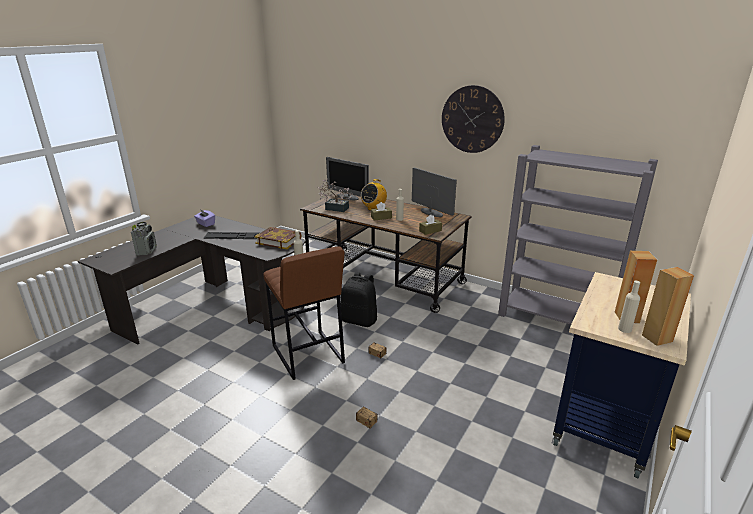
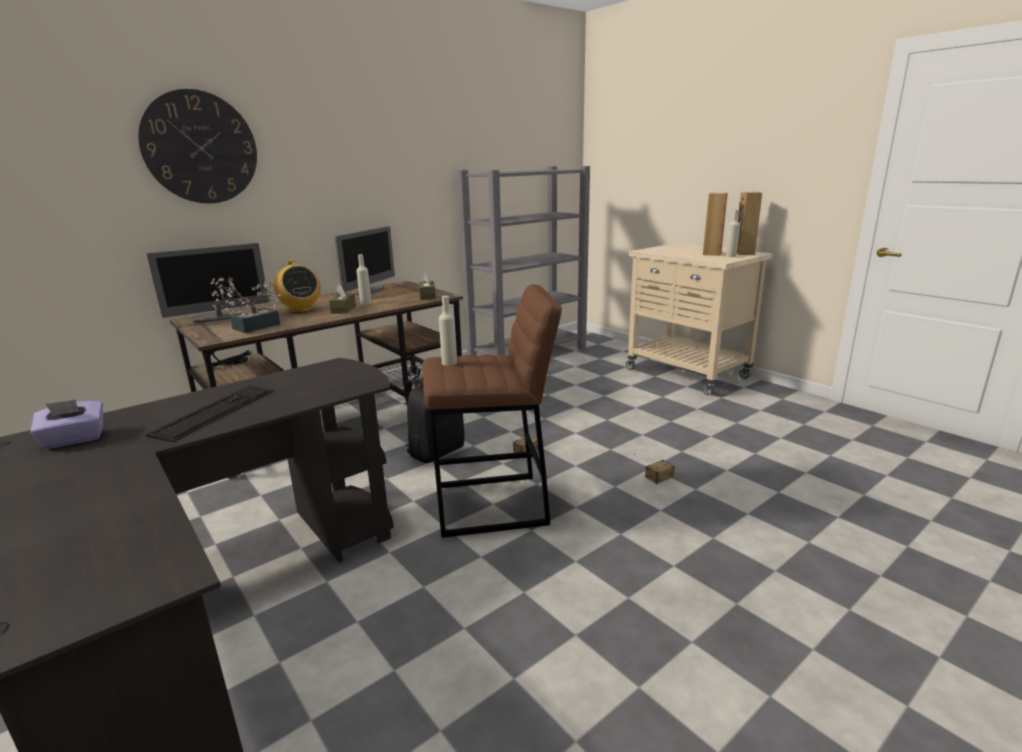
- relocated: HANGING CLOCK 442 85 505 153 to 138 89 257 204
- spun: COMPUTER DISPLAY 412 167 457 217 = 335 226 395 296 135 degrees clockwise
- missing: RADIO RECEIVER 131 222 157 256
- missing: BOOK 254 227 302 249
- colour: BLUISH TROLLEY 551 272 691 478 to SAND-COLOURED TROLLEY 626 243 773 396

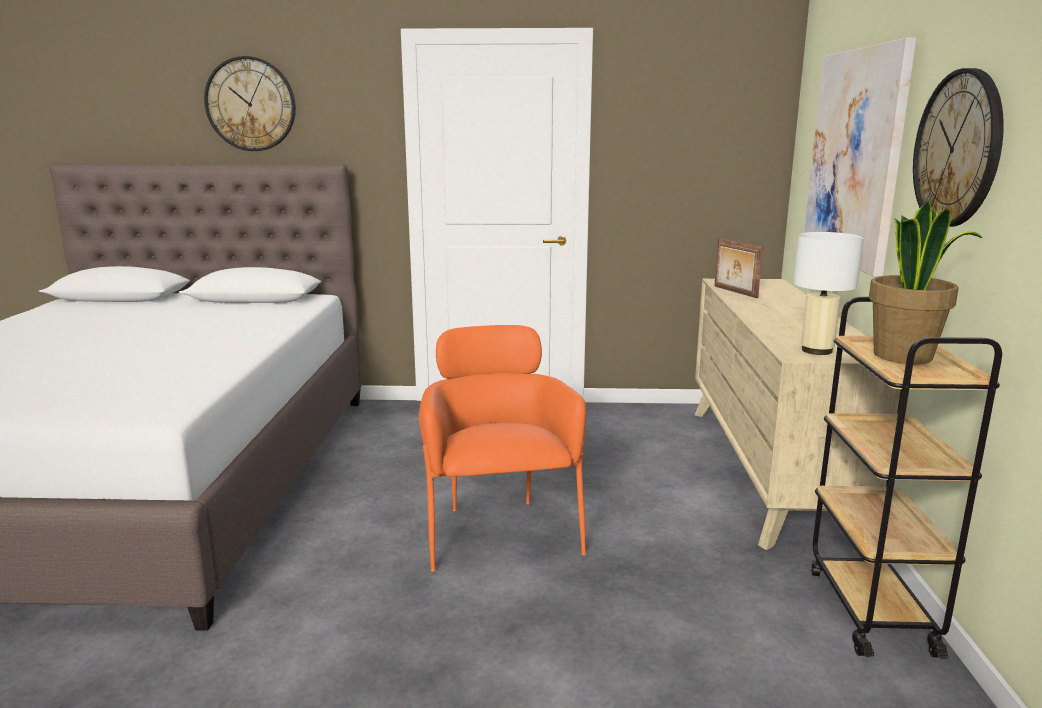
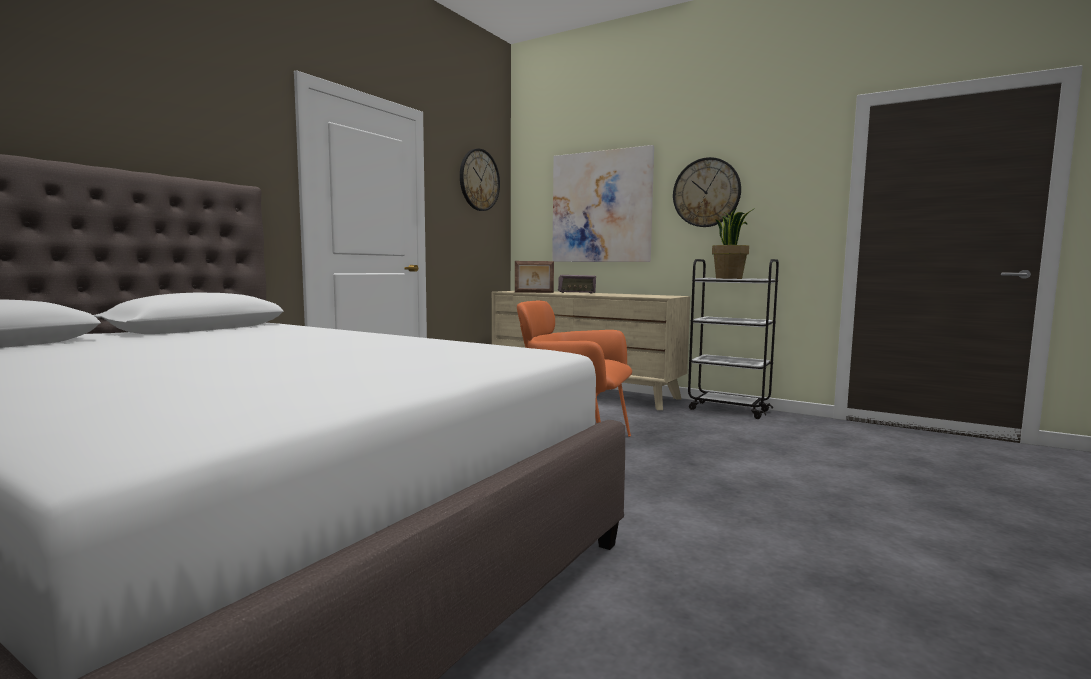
- relocated: HANGING CLOCK 204 56 296 151 to 460 149 500 211
- missing: WHITE-COLOURED TABLETOP LAMP 793 232 864 355
- colour: BROWNISH TROLLEY 811 297 1002 659 to WHITE-COLOURED TROLLEY 688 259 779 419
- appeared: RADIO RECEIVER 558 275 596 293

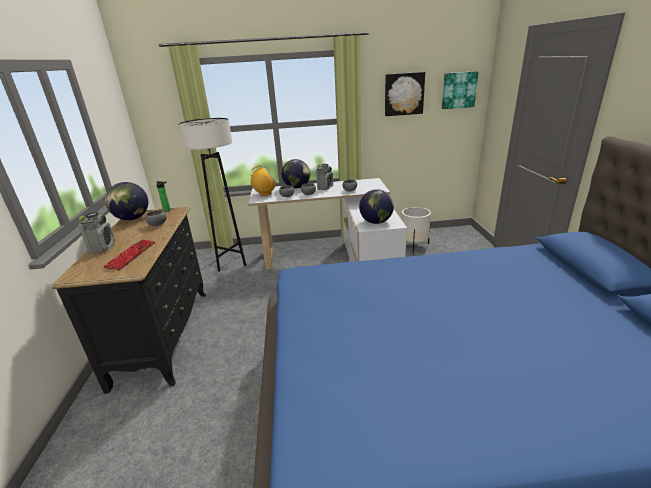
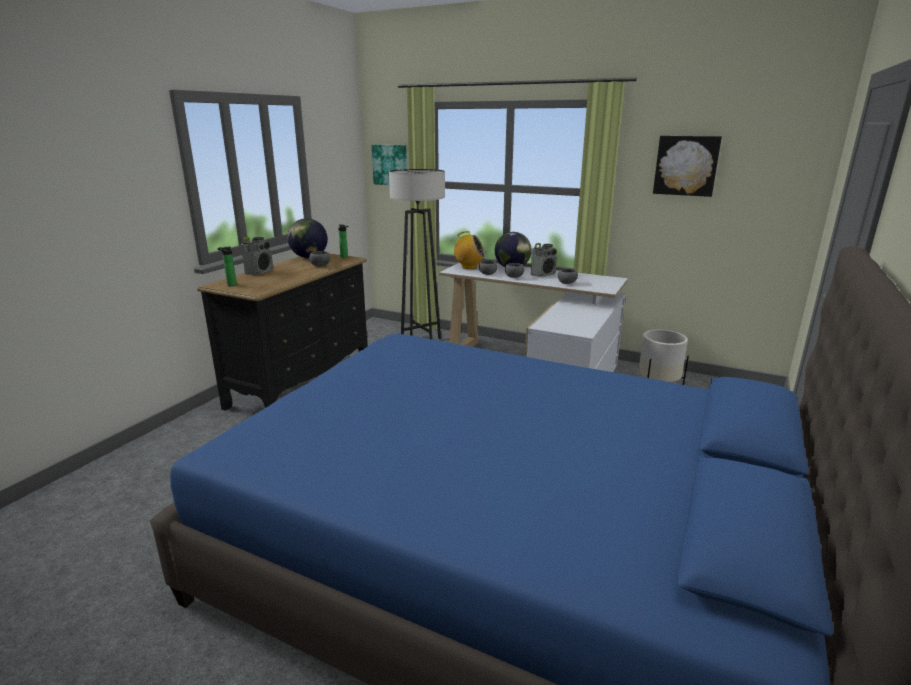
- relocated: WALL PICTURE 442 71 479 109 to 372 145 407 185
- missing: WORLD GLOBE 359 189 394 224
- missing: KEYBOARD 103 240 155 270
- appeared: BOTTLE 217 247 237 286

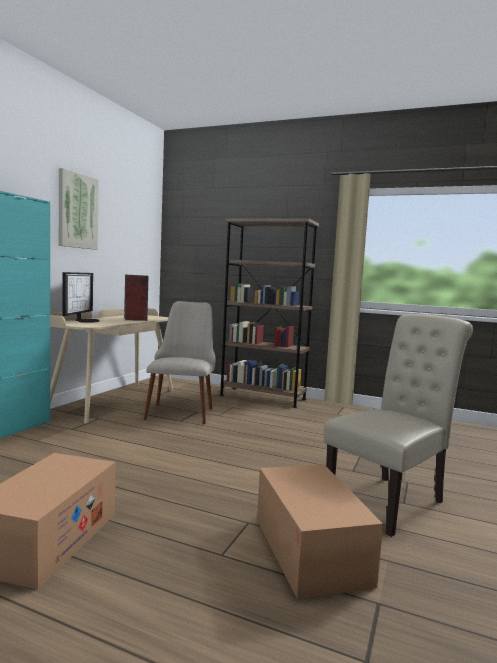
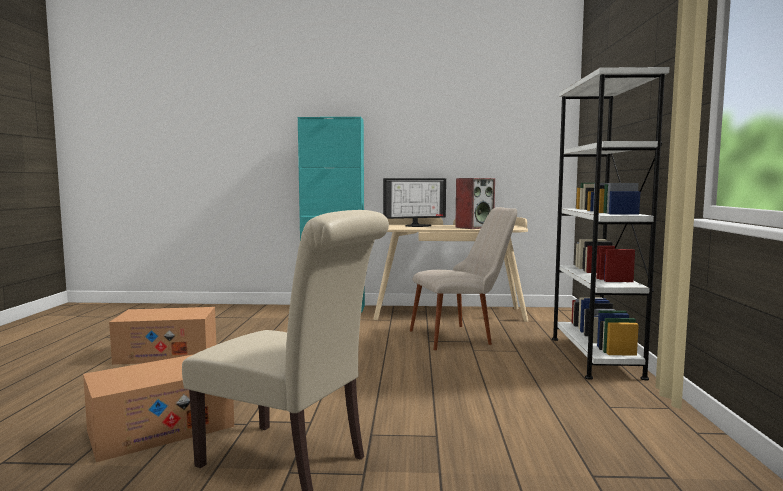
- missing: WALL PICTURE 59 168 99 250
- colour: BROWNISH BOOKCASE 219 218 319 408 to WHITE-COLOURED BOOKCASE 552 67 669 380

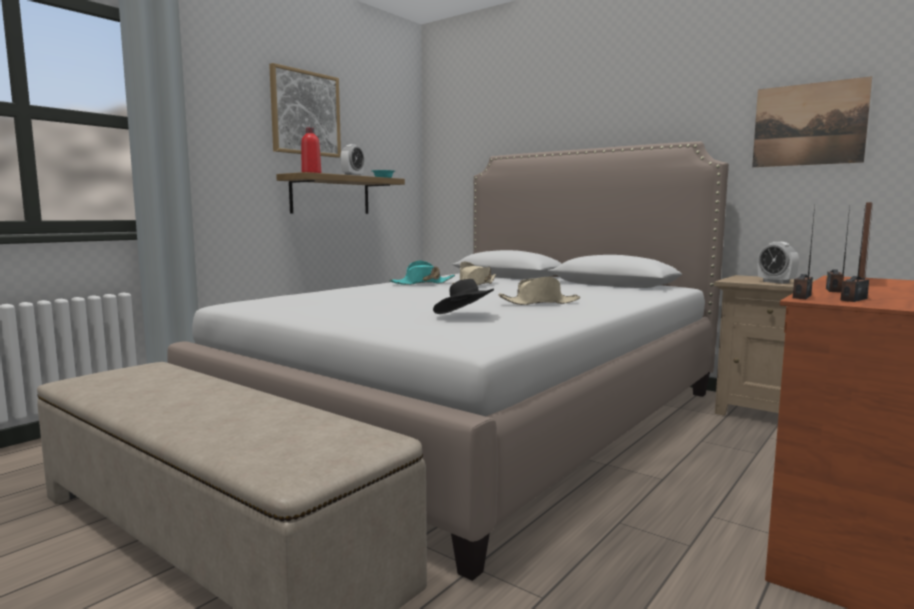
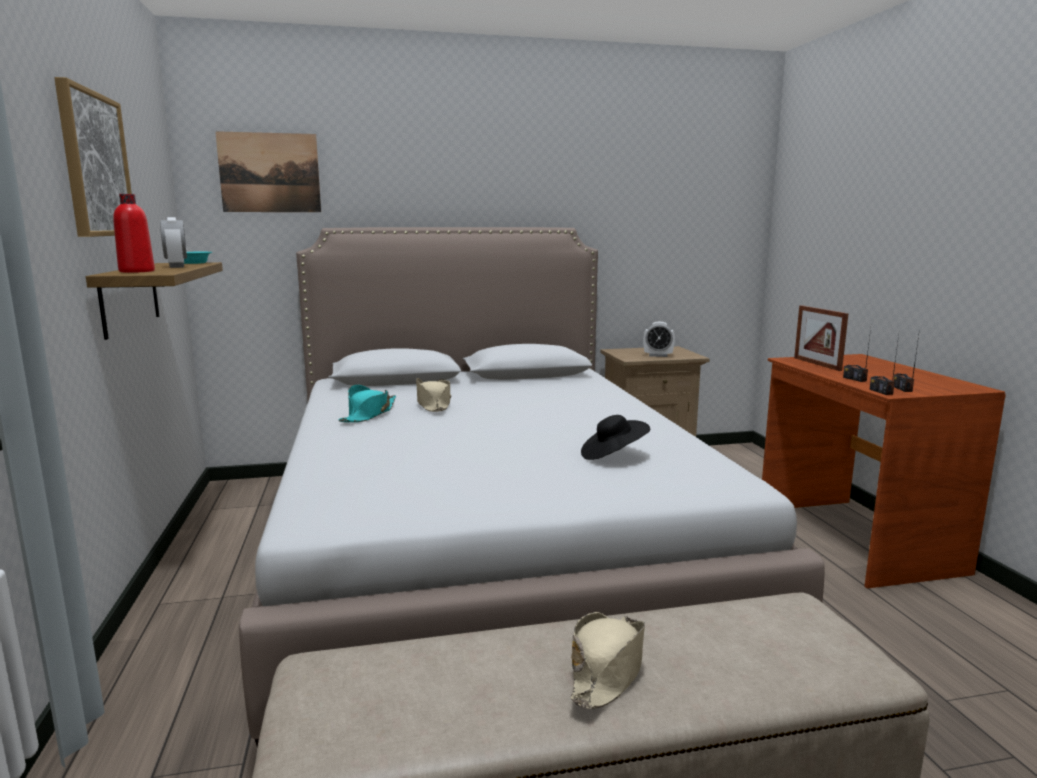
- relocated: WALL PICTURE 752 76 872 167 to 215 131 321 212
- relocated: SAND-COLOURED CLOTHING HAT 498 277 580 305 to 571 612 645 709

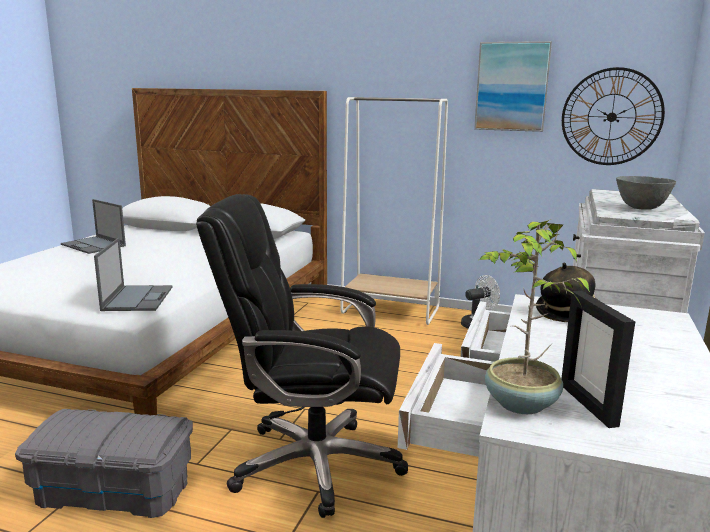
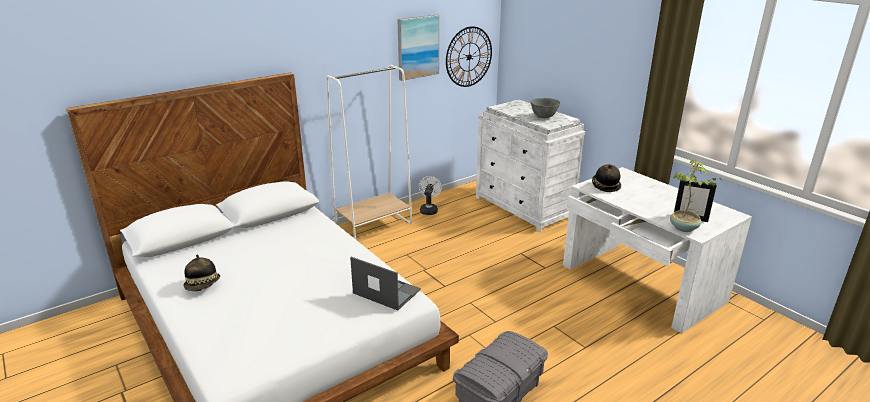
- missing: BLACKISH COMPUTER CHAIR 196 194 408 518
- exchanged: NOTEBOOK COMPUTER 61 199 126 254 to CLOTHING HAT 184 254 220 291

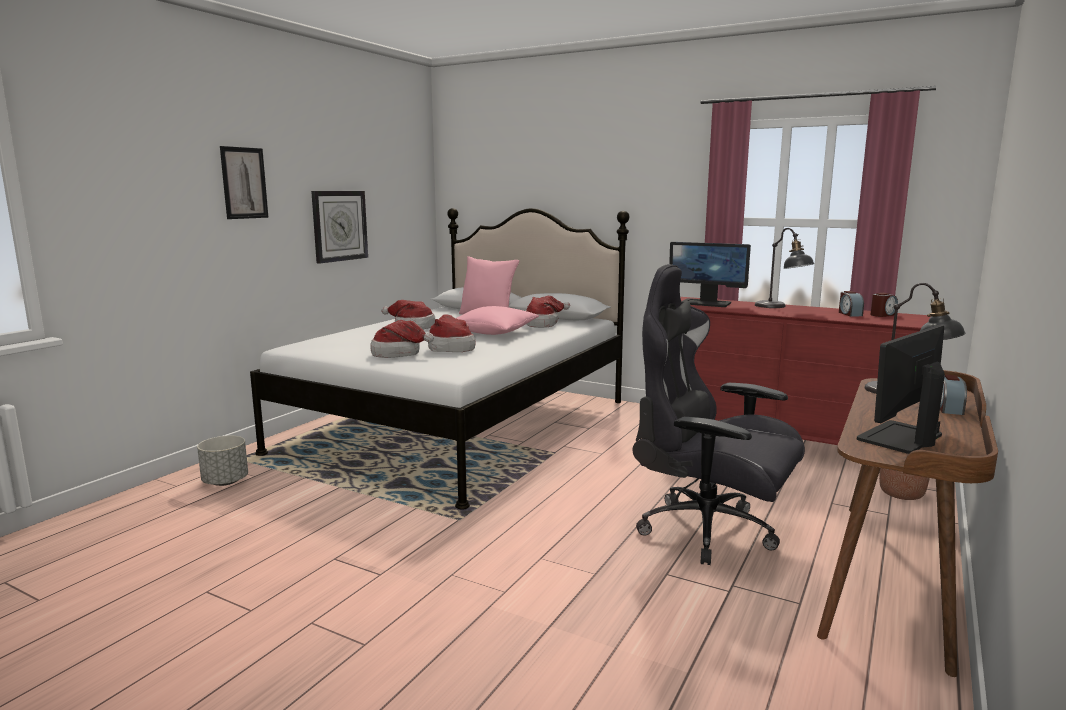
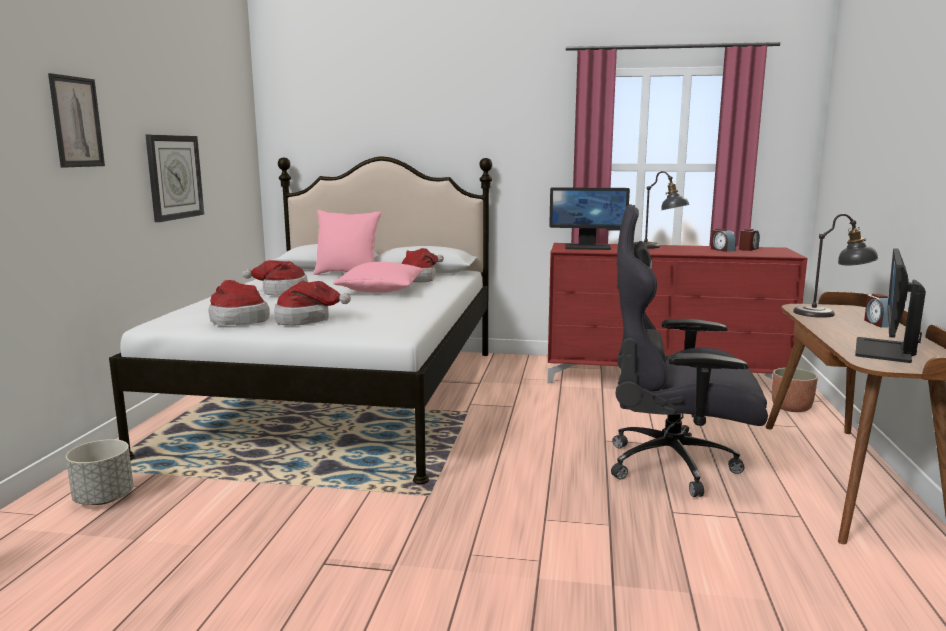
- relocated: CLOTHING HAT 428 314 476 352 to 209 280 270 326

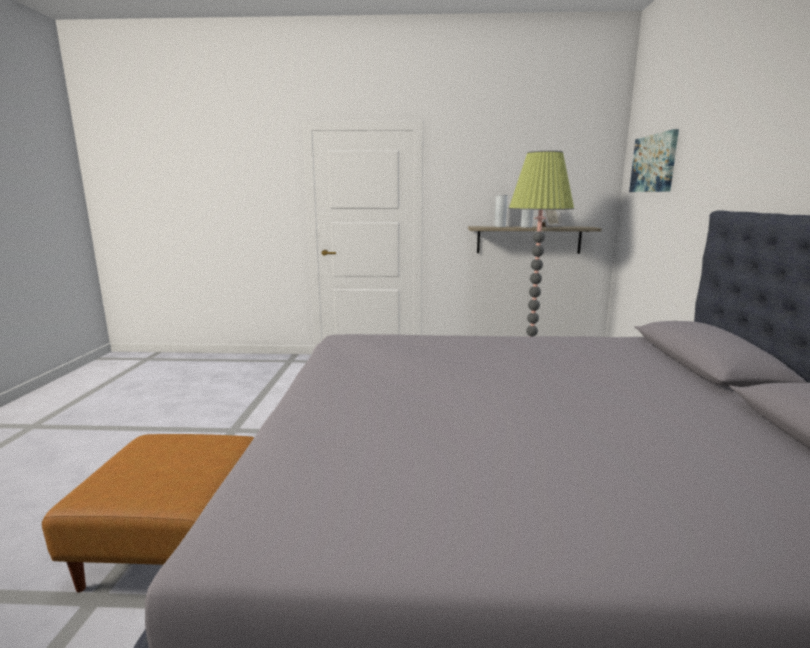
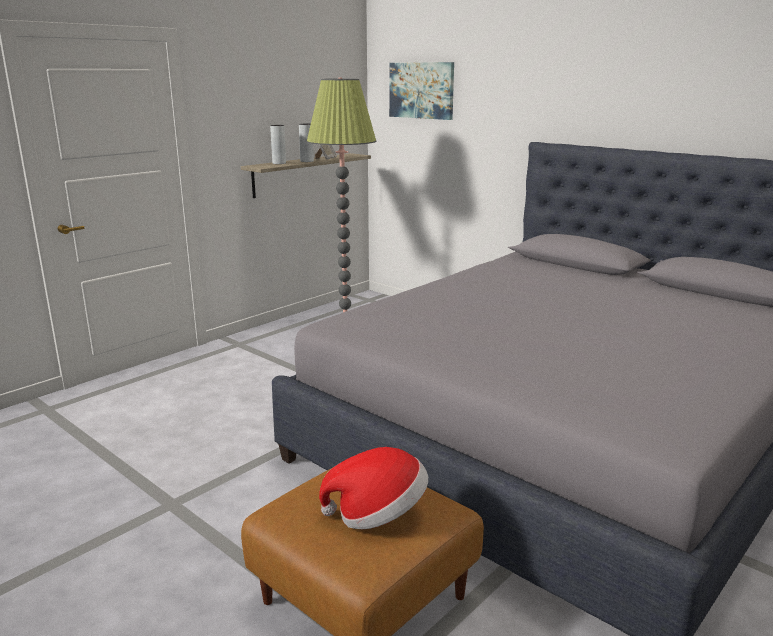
- appeared: CLOTHING HAT 319 447 428 529

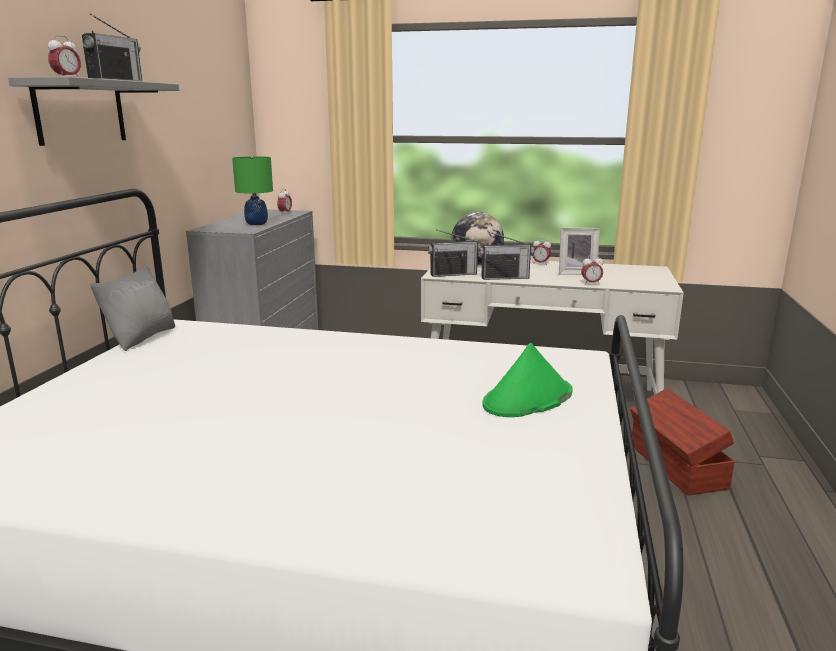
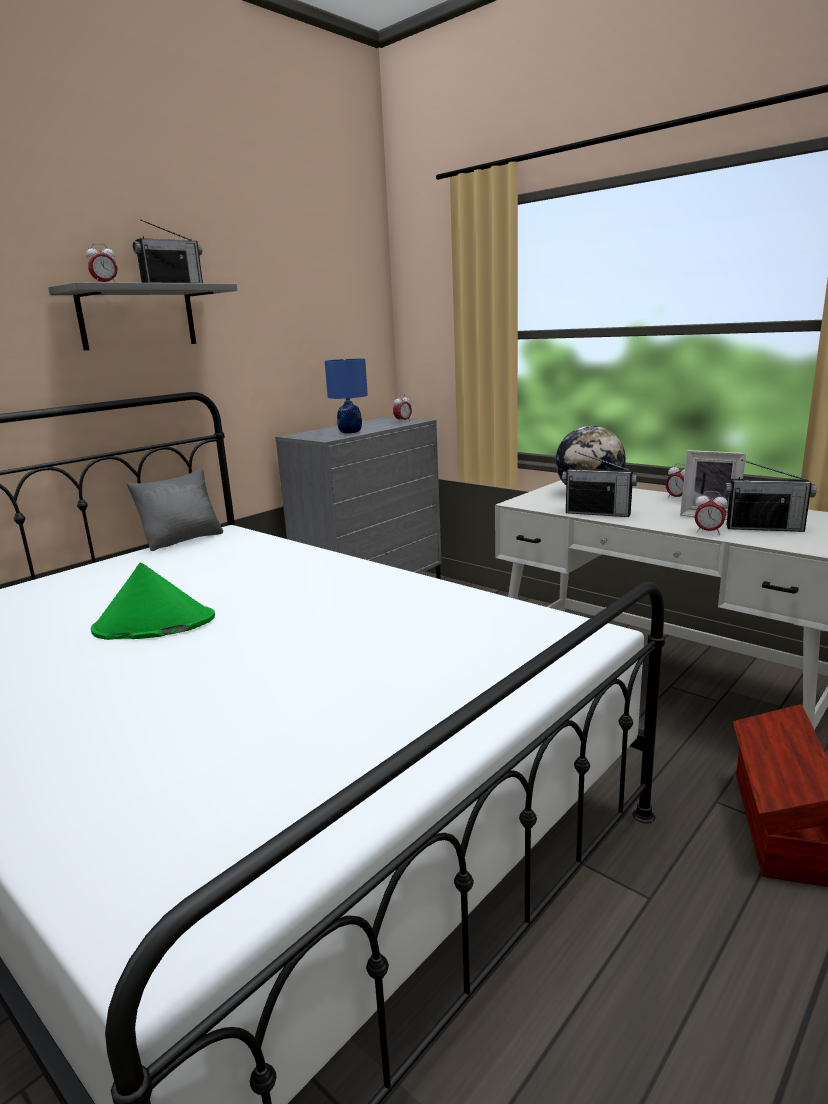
- colour: GREENISH TABLETOP LAMP 232 156 273 225 to BLUISH TABLETOP LAMP 325 359 368 433
- relocated: RADIO RECEIVER 427 229 481 277 to 725 459 816 532
- relocated: GREENISH CLOTHING HAT 482 343 573 417 to 91 563 215 640

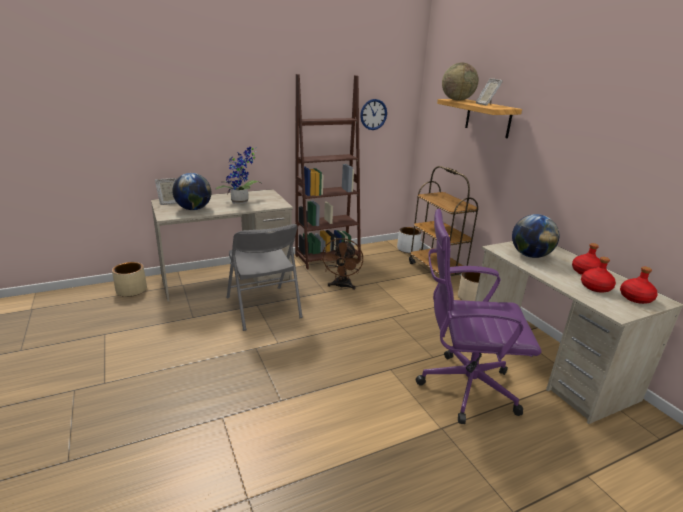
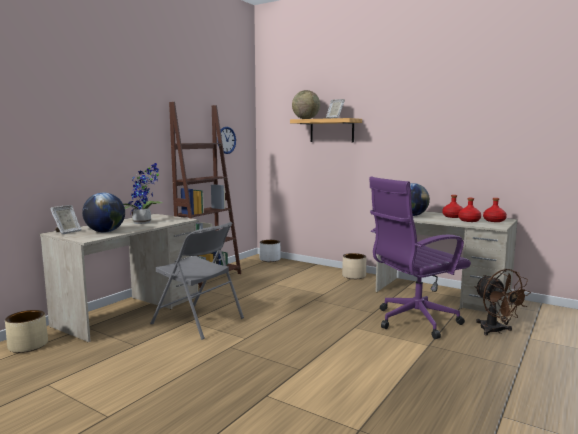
- missing: BROWNISH TROLLEY 409 166 478 276
- relocated: BROWNISH COOLING FAN 321 238 363 290 to 474 269 531 336

